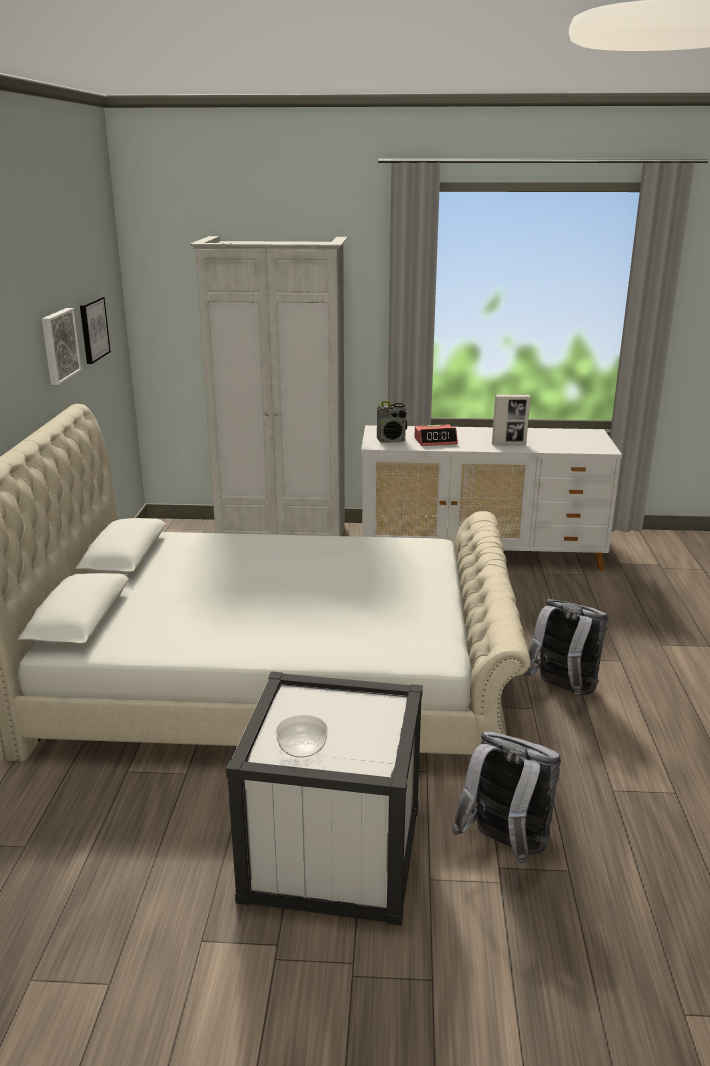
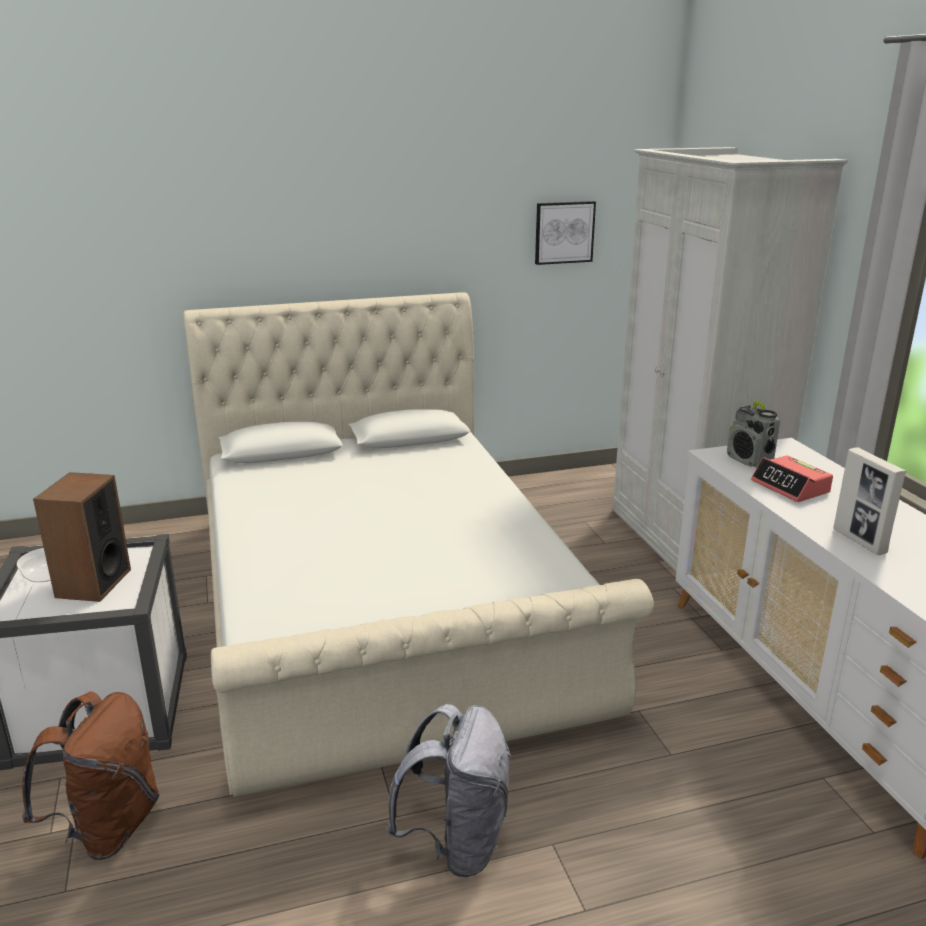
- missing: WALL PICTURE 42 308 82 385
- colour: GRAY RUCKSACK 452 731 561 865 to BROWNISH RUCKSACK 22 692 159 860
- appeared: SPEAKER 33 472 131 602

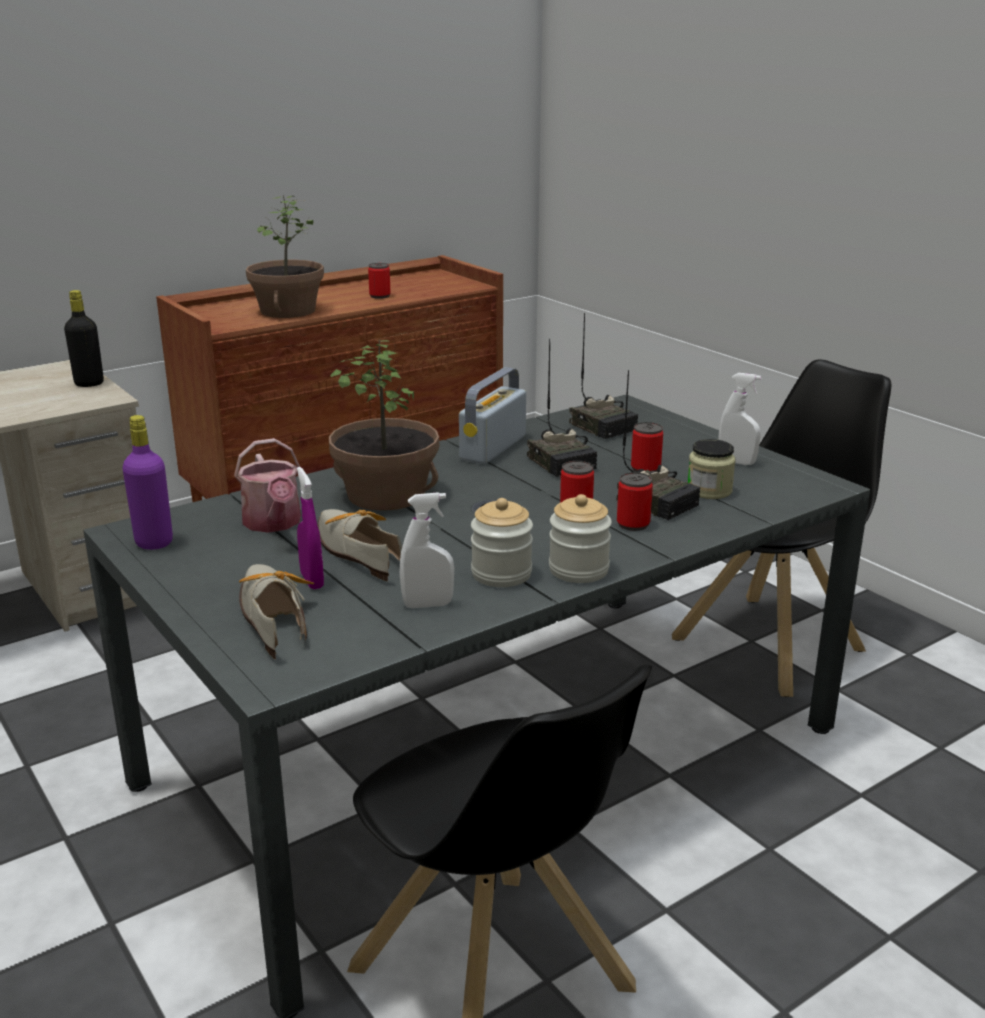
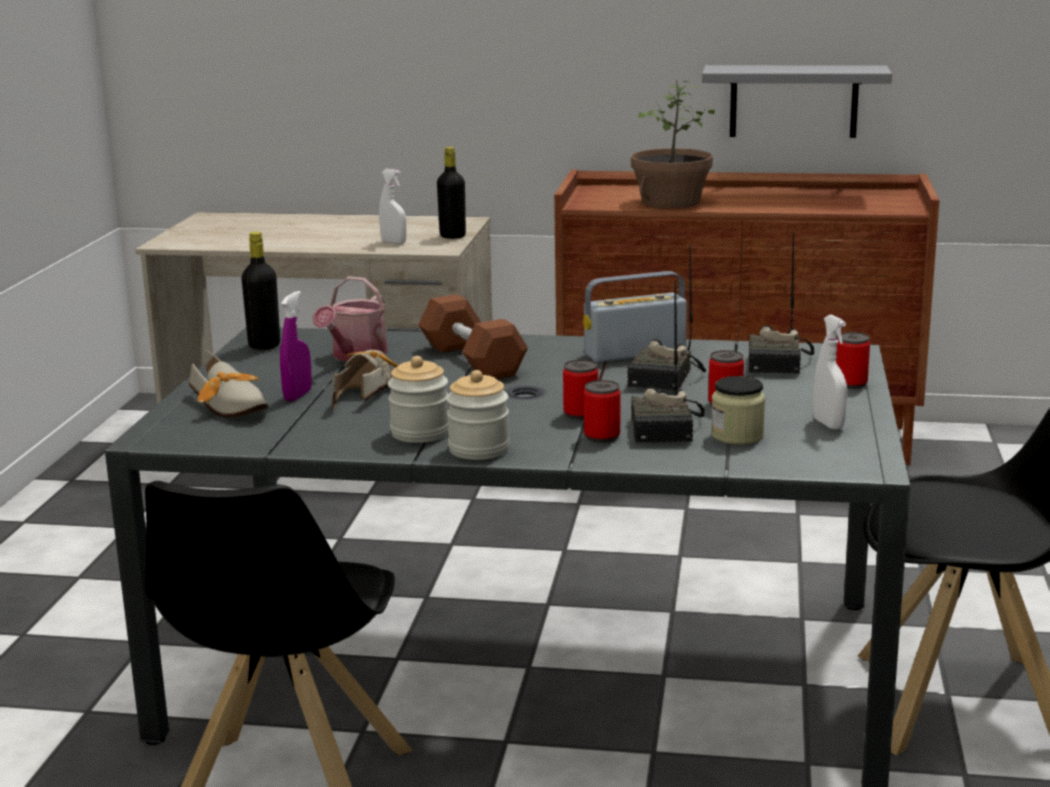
- relocated: METAL CAN 368 263 391 299 to 836 332 870 389
- exchanged: HOUSEPLANT 329 340 439 511 to BROWNISH FREE WEIGHT 418 294 528 379
- colour: PURPLE BOTTLE 123 415 173 550 to BLACKISH BOTTLE 241 232 280 350
- relocated: WHITE-COLOURED HAND SPRAYER 400 492 454 608 to 379 169 407 244
- spun: ITEM OF FOOTWEAR 239 564 314 660 = 189 350 268 418 120 degrees clockwise
- appeared: GRAY WALL SHELF 702 65 892 138

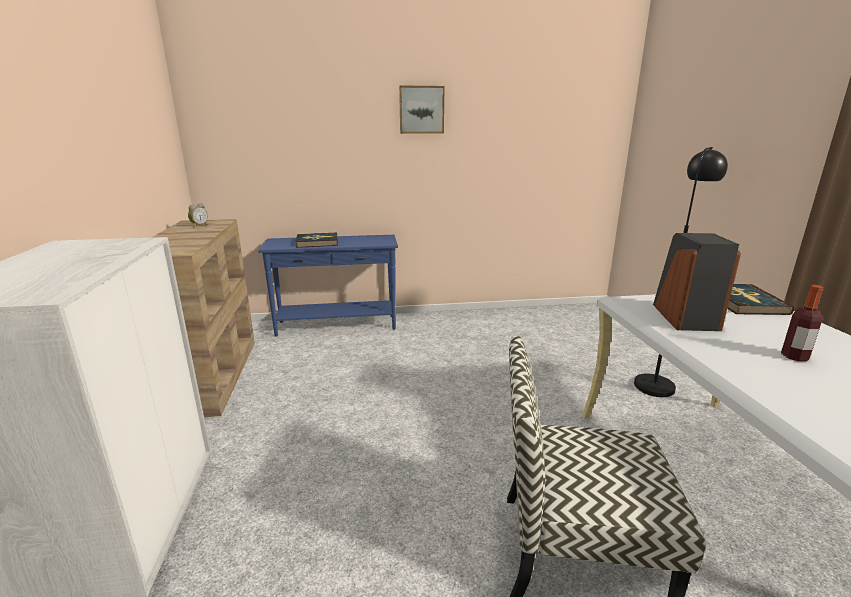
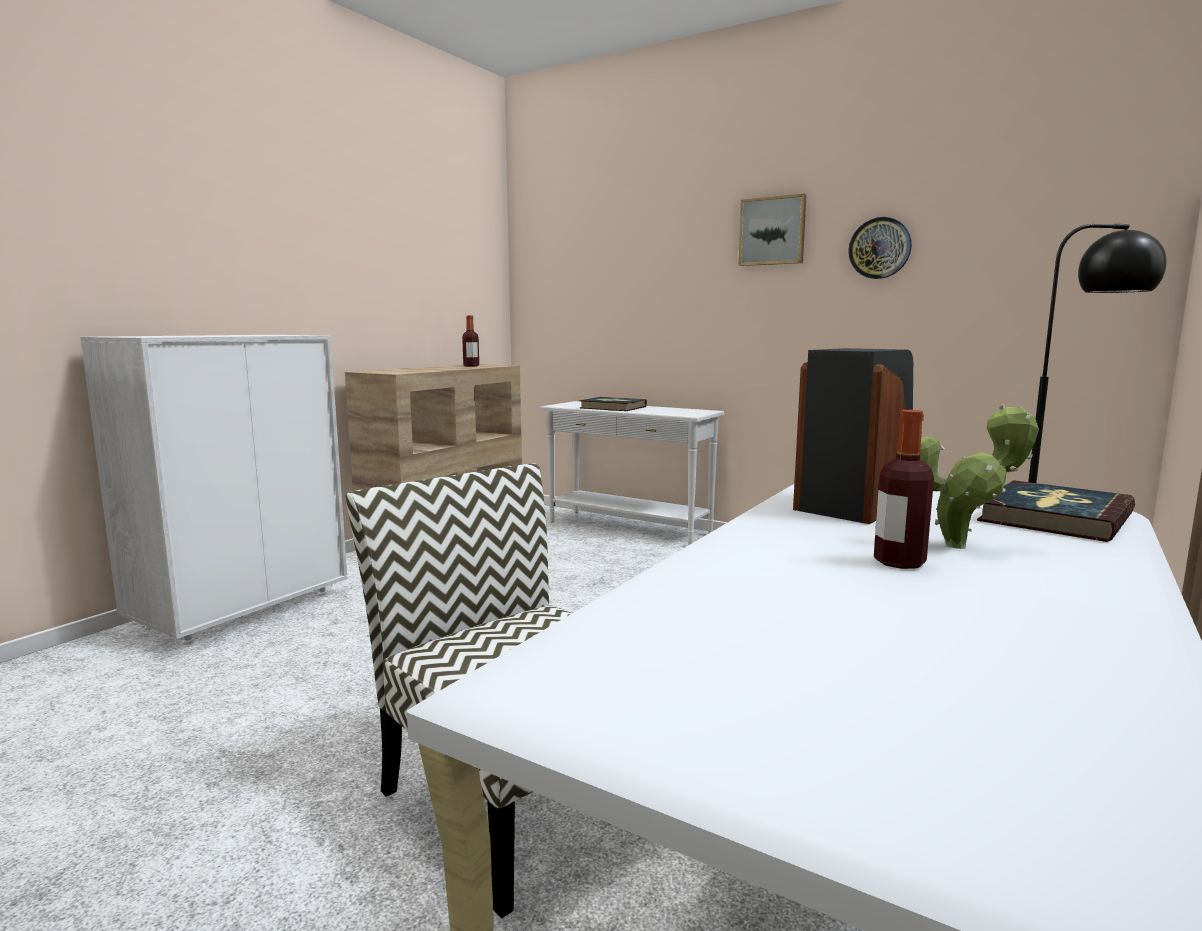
- exchanged: BEDSIDE CLOCK 188 203 208 228 to BOTTLE 462 315 479 366
- colour: BLUISH CONSOLE TABLE 258 235 398 337 to WHITE-COLOURED CONSOLE TABLE 540 401 724 545
- appeared: HANGING CLOCK 848 217 912 279
- appeared: HOUSEPLANT 920 404 1039 549

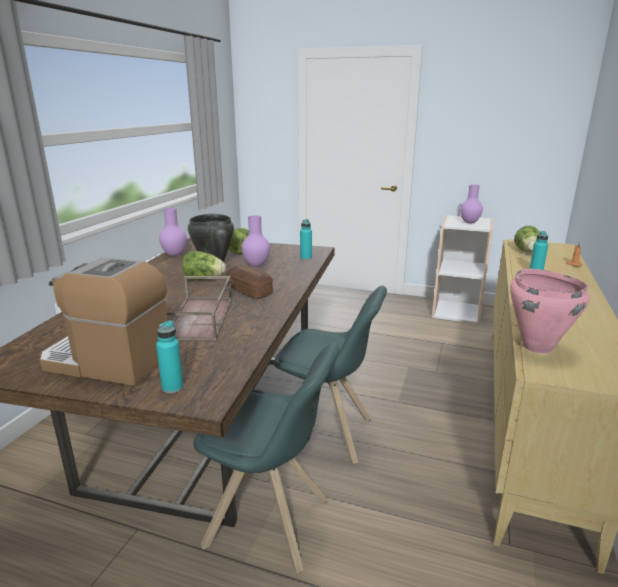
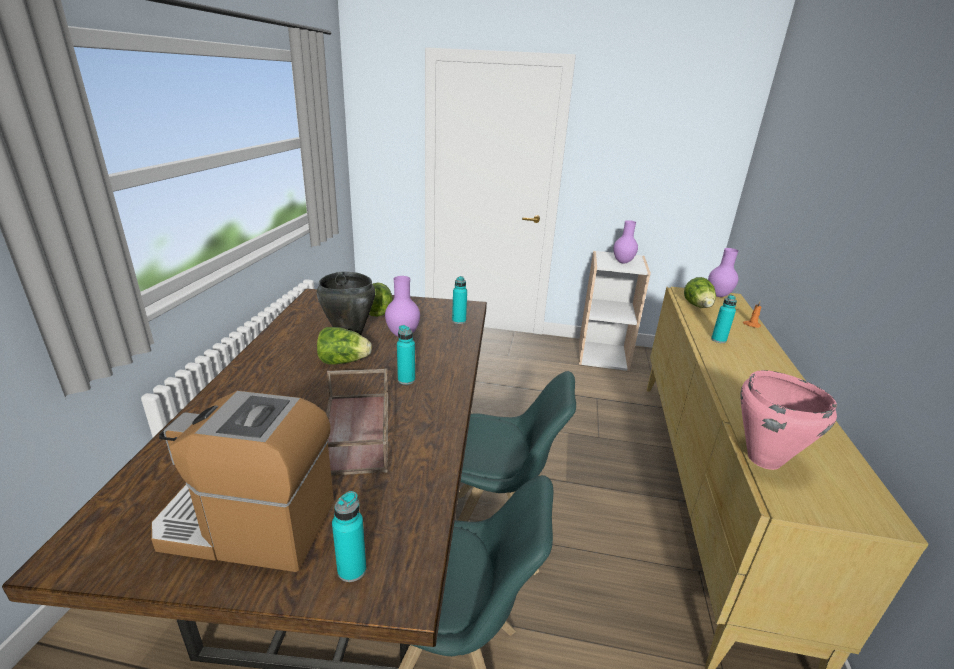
- relocated: PURPLE VASE 159 208 187 256 to 708 248 738 297
- exchanged: BAKERY BREAD 226 265 273 299 to TURQUOISE-COLOURED BOTTLE 397 325 415 385

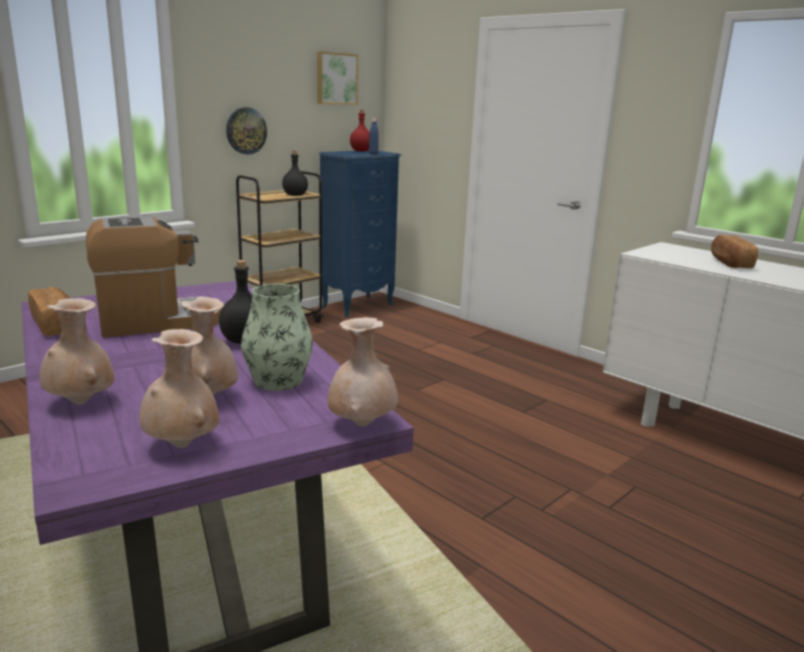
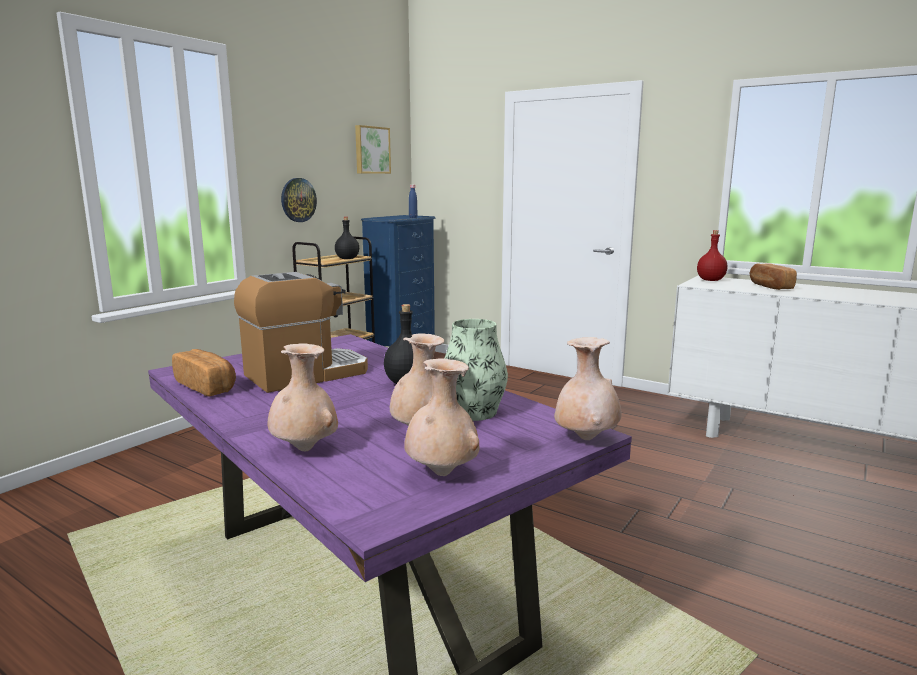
- relocated: REDDISH BOTTLE 350 110 370 152 to 697 230 727 281

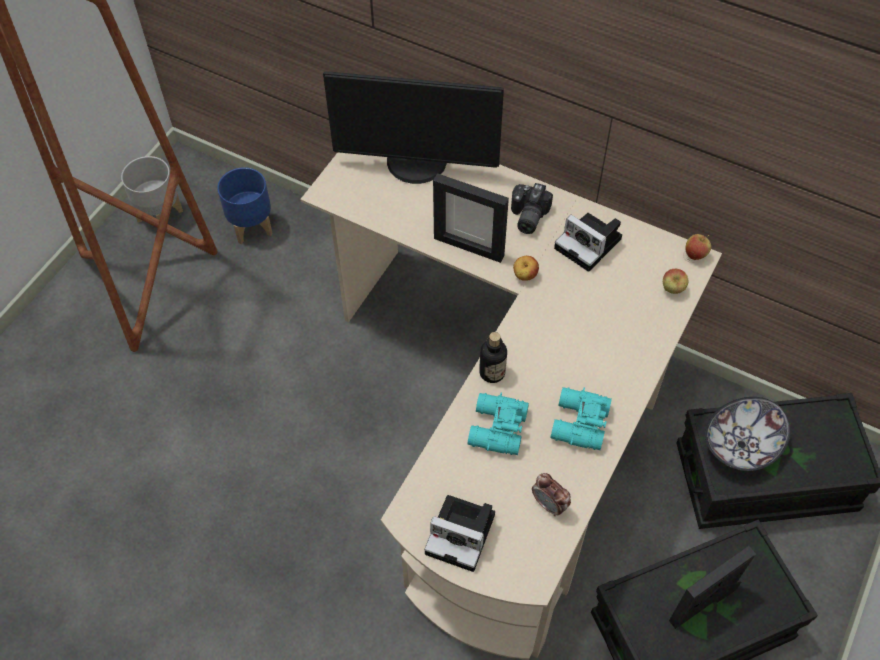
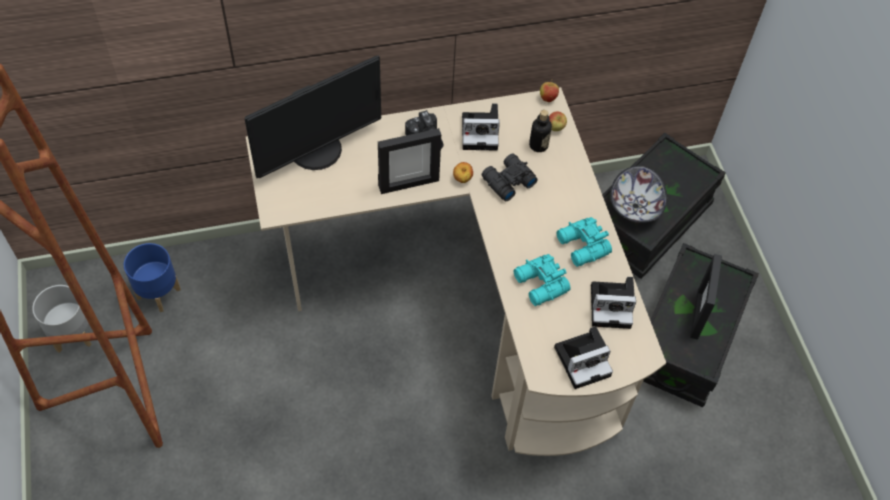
- relocated: BOTTLE 479 332 507 383 to 529 110 552 152
- exchanged: BEDSIDE CLOCK 532 473 571 516 to STILL CAMERA 591 277 636 329
- appeared: BLACKISH PAIR OF BINOCULARS 482 153 538 201

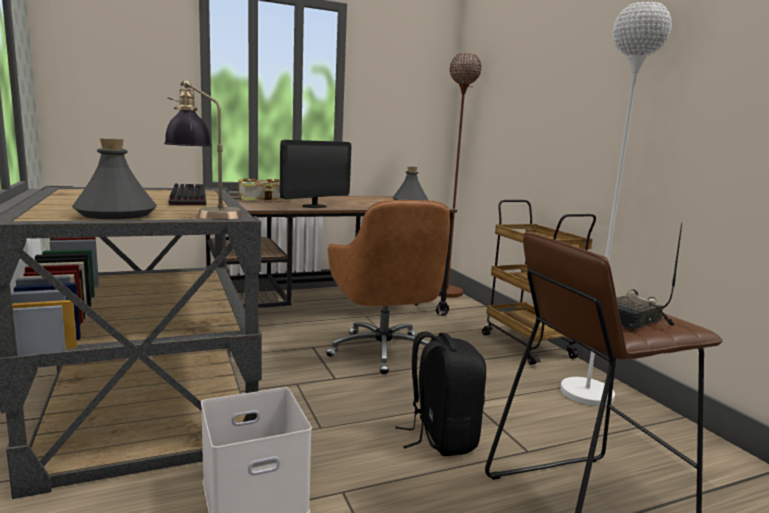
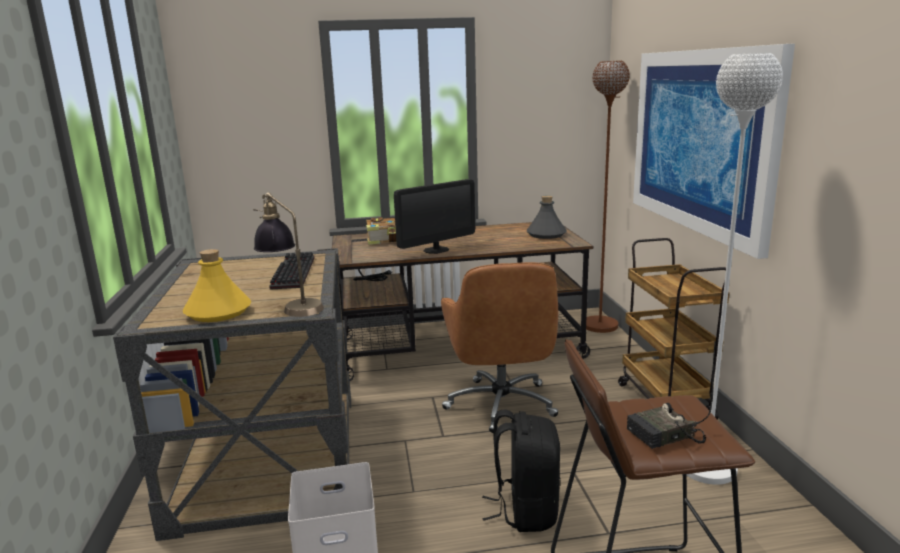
- colour: GRAY BOTTLE 72 138 157 219 to YELLOWISH BOTTLE 183 249 251 322
- appeared: WALL PICTURE 633 44 795 259

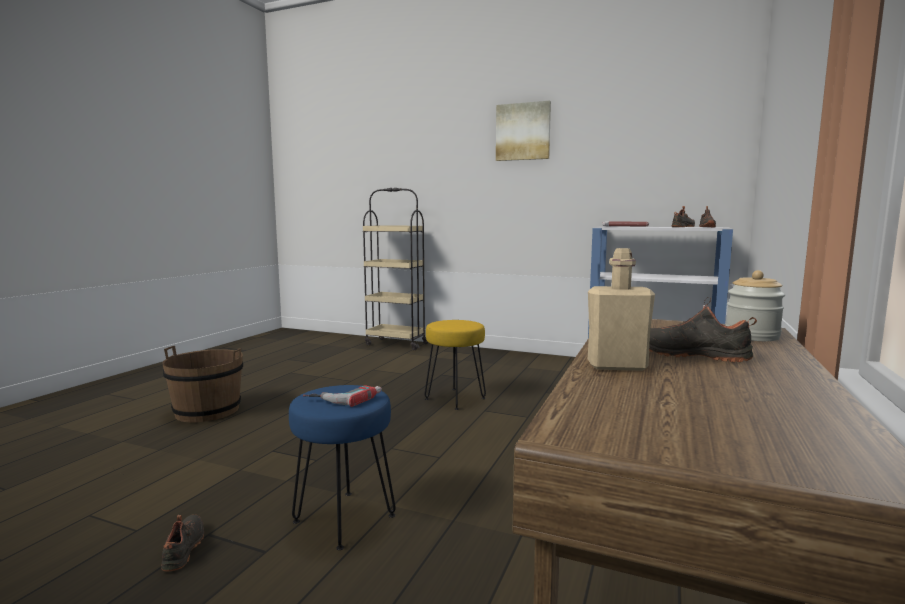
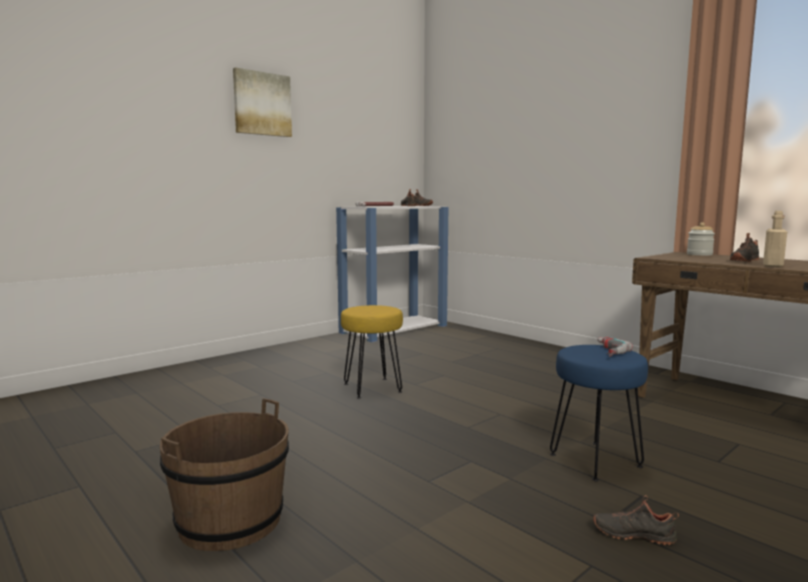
- missing: SAND-COLOURED TROLLEY 363 188 429 350

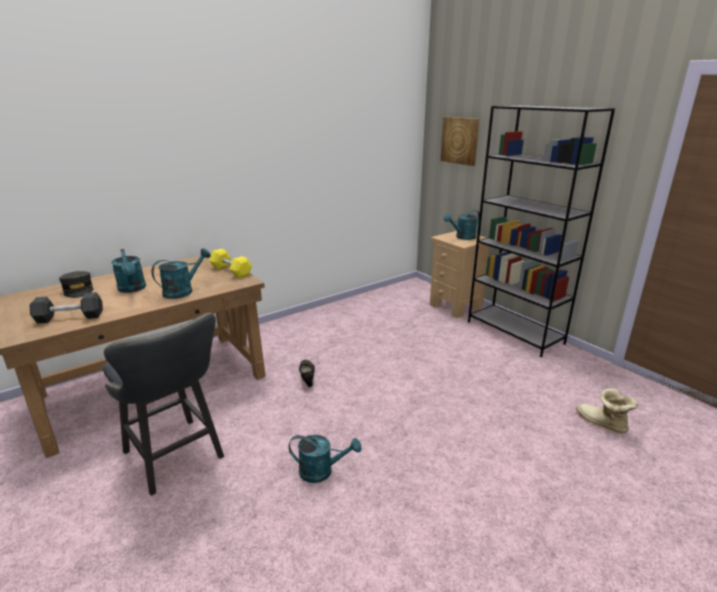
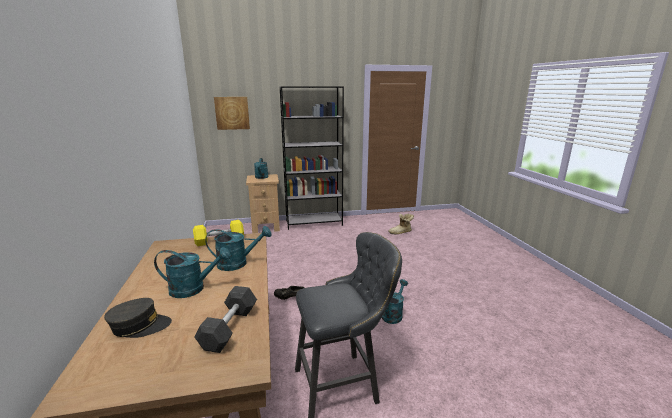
- spun: TURQUOISE-COLOURED WATERING CAN 152 248 211 299 = 205 226 272 271 105 degrees clockwise

